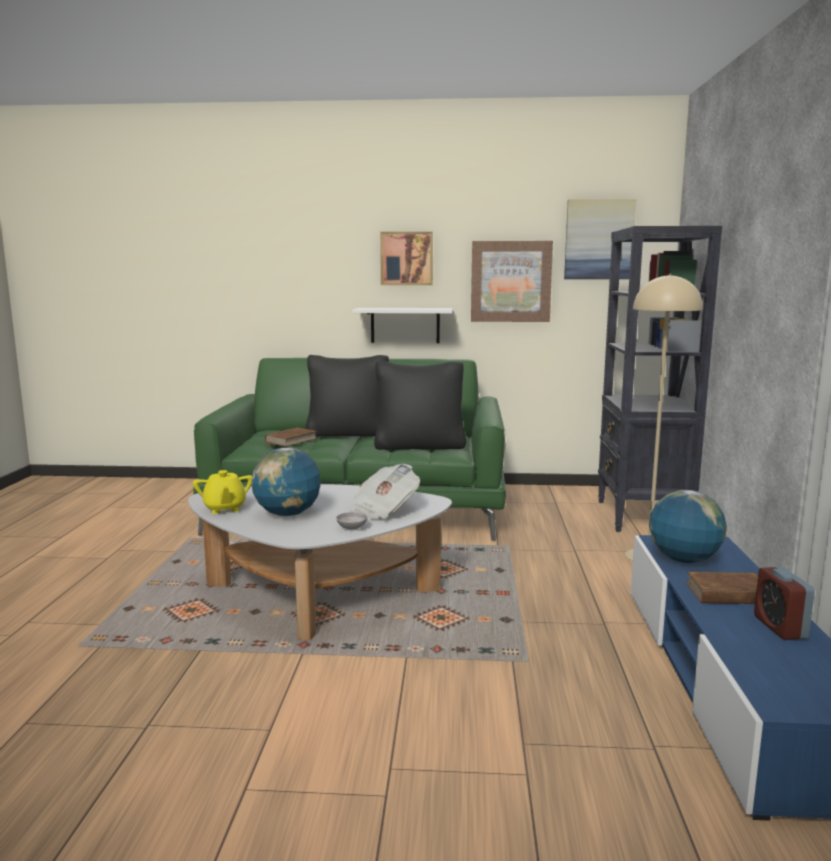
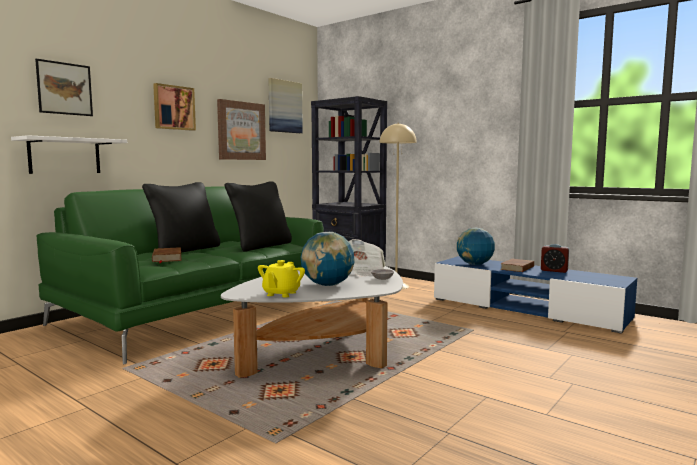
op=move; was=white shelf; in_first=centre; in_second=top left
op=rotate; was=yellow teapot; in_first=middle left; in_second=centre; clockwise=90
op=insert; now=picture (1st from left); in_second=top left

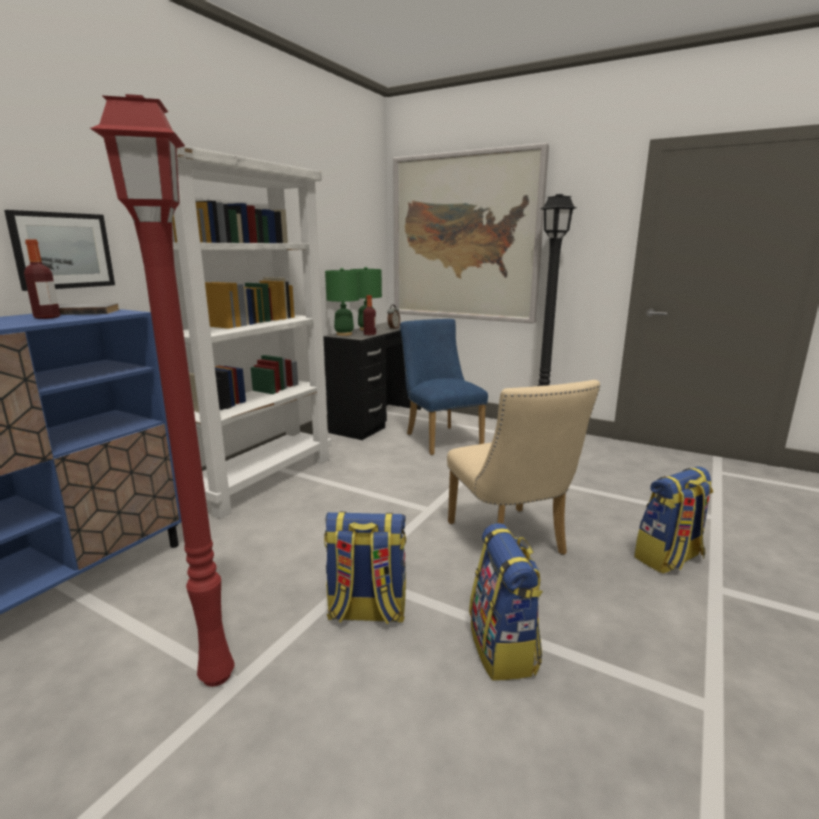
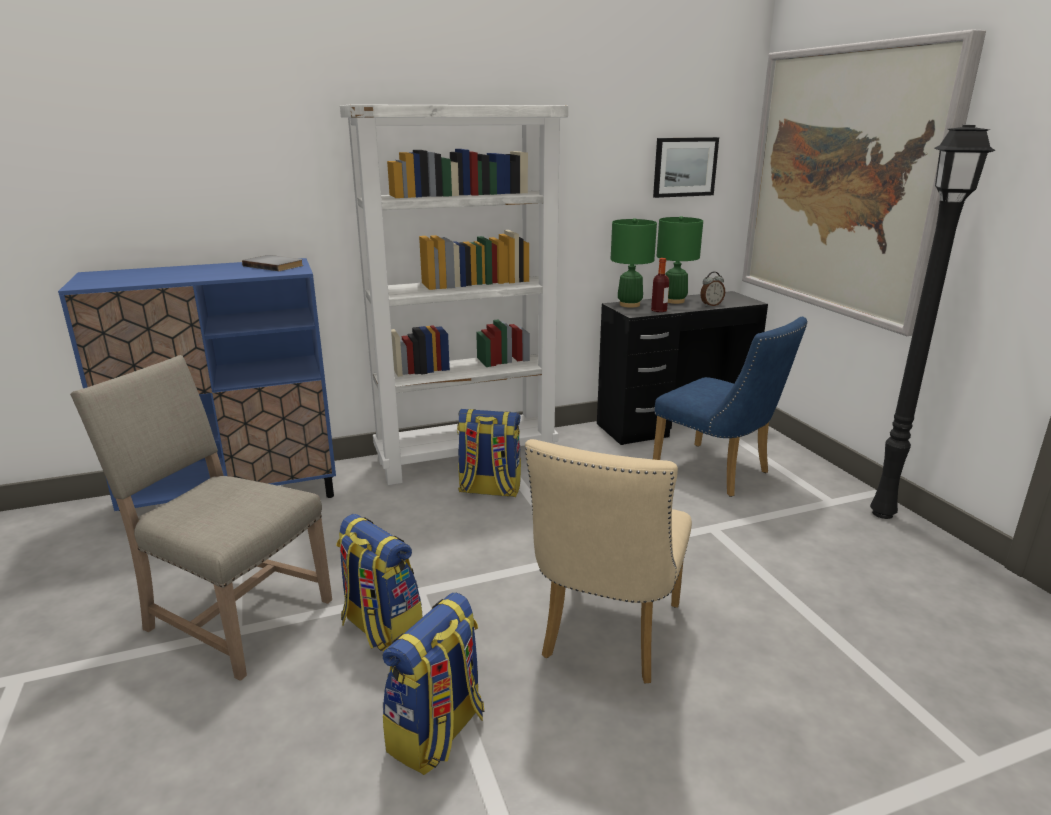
op=replace; was=red floor lamp; now=beige chair (1st from left); in_first=middle left; in_second=middle left
op=move; was=picture (1st from left); in_first=top left; in_second=top centre
op=delete; was=bottle (1st from left); in_first=middle left
op=rotate; was=blue chair; in_first=centre; in_second=middle right; clockwise=120
op=move; was=backpack (3rd from left); in_first=middle right; in_second=centre

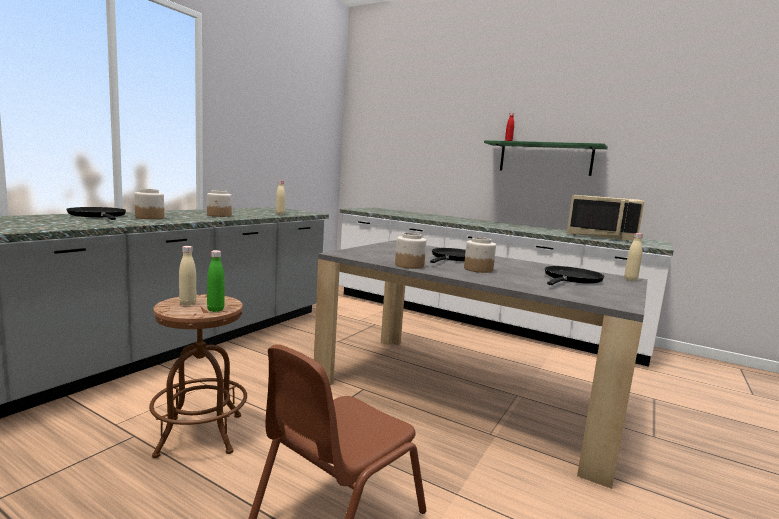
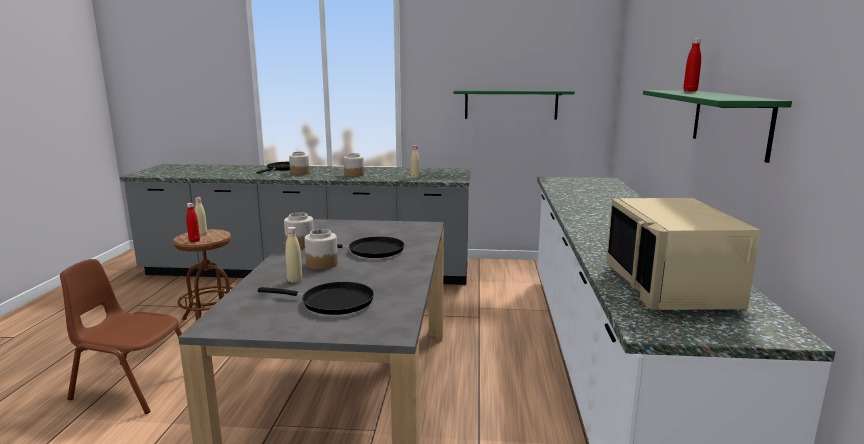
op=move; was=beige bottle (3rd from left in the first image); now=beige bottle (2nd from left); in_first=middle right; in_second=centre
op=recolor; was=green bottle; now=red bottle (1st from left); in_first=middle left; in_second=middle left
op=insert; now=green shelf (1st from left); in_second=top centre

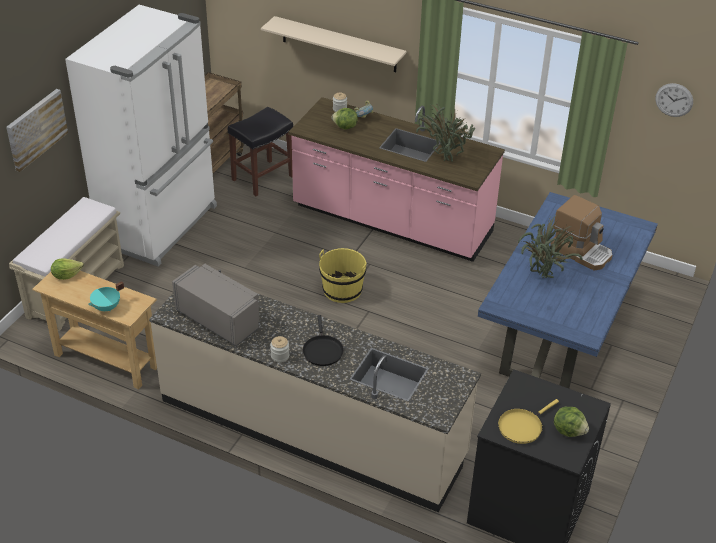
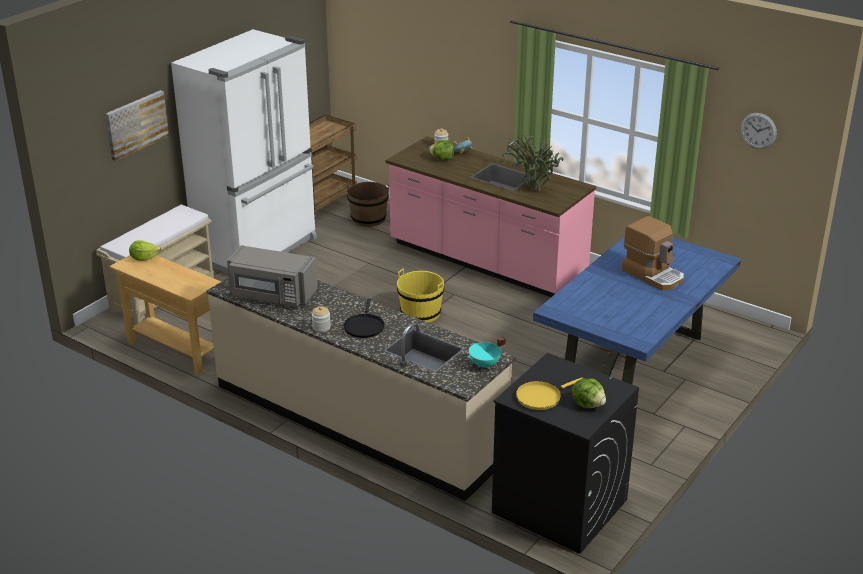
op=delete; was=beige shelf; in_first=top centre
op=replace; was=black stool; now=brown bucket; in_first=top centre; in_second=centre
op=delete; was=potted plant (2nd from left); in_first=middle right
op=rotate; was=grey microwave; in_first=middle left; in_second=middle left; clockwise=150
op=move; was=turquoise cooking pot; in_first=middle left; in_second=centre

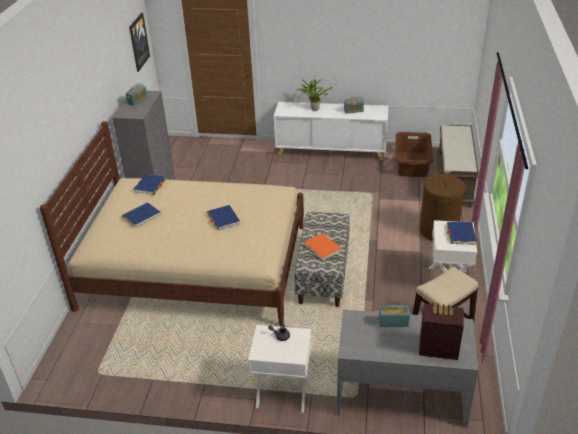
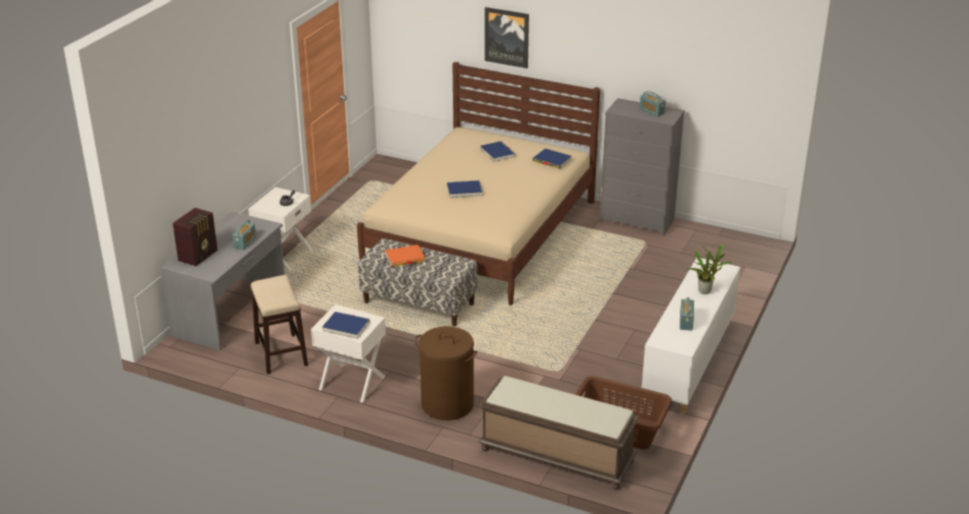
op=move; was=picture; in_first=top left; in_second=top centre

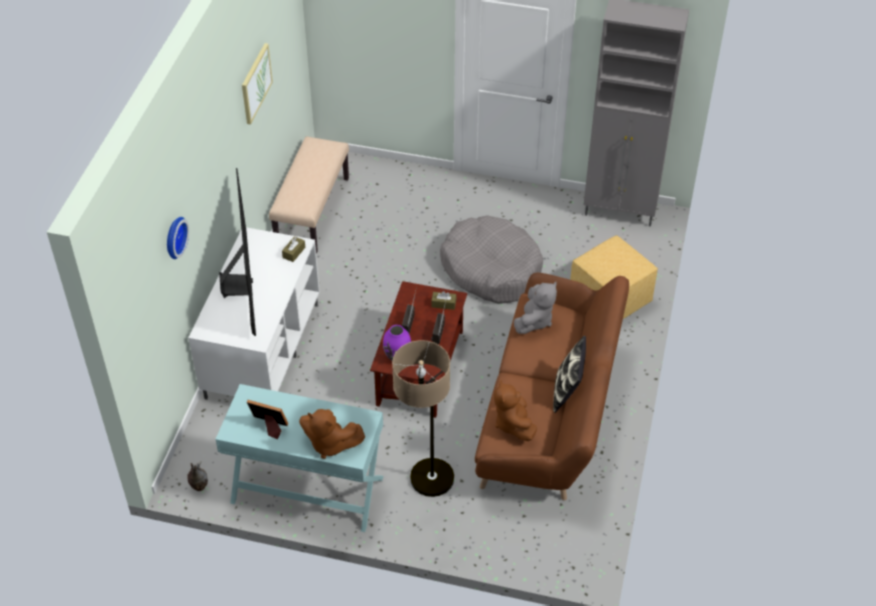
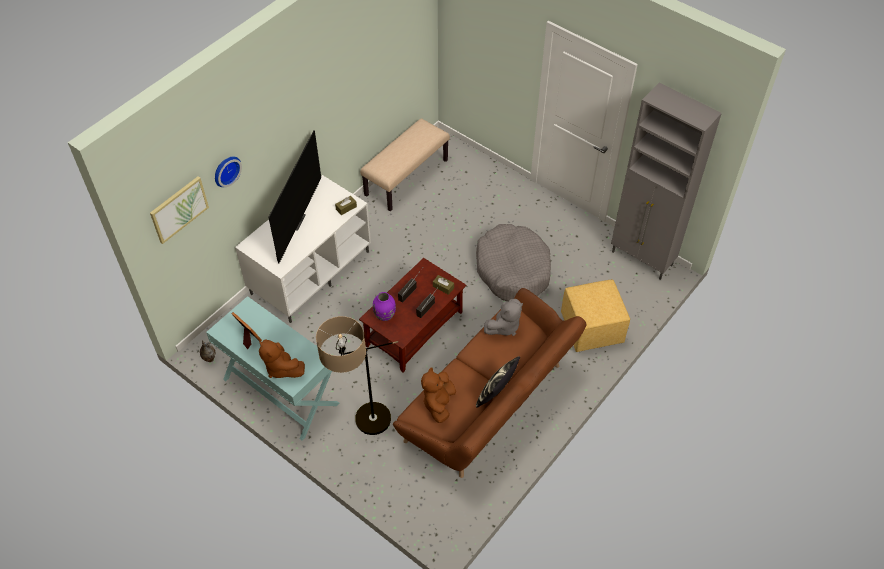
op=move; was=picture; in_first=top left; in_second=middle left

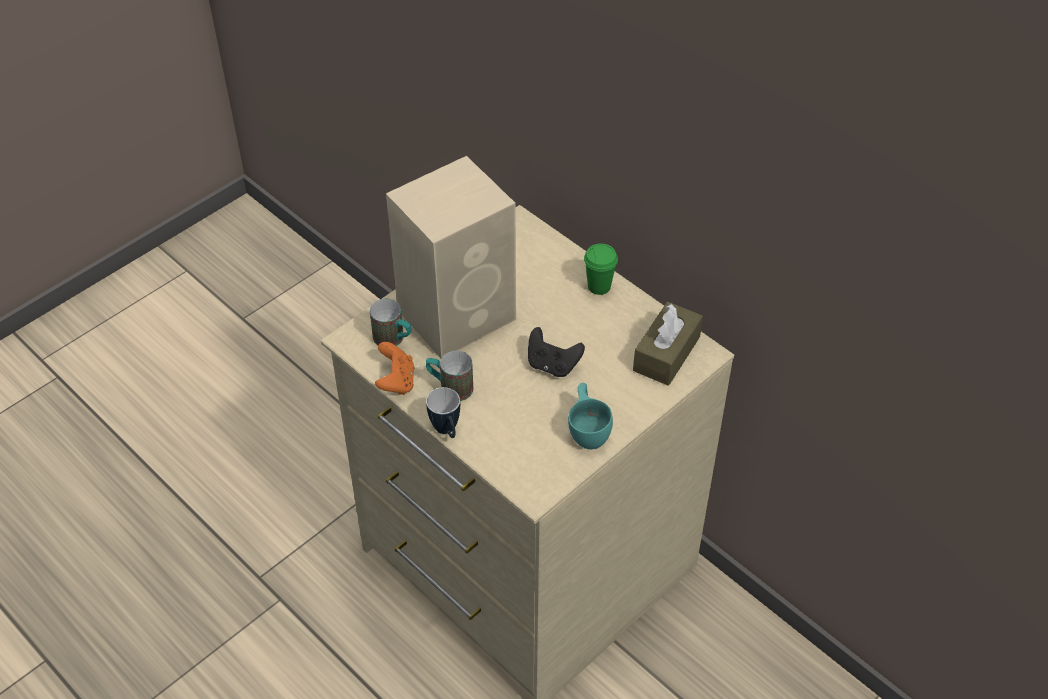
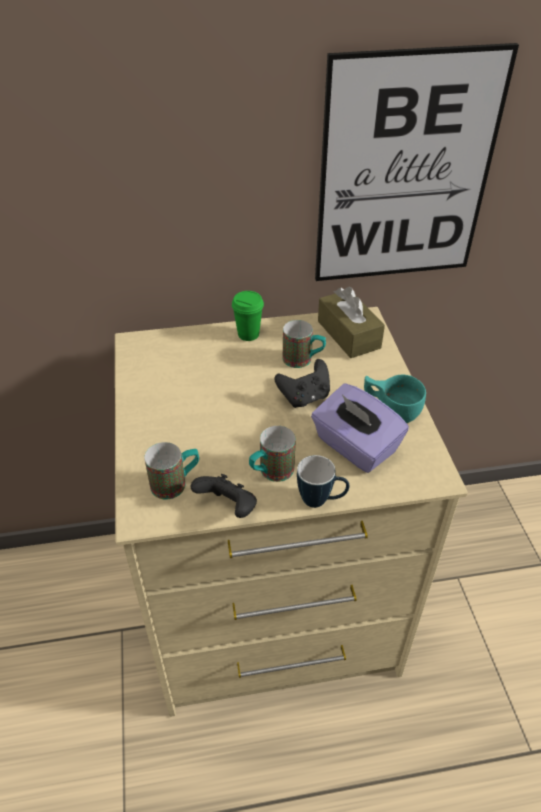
op=delete; was=beige speaker; in_first=centre
op=recolor; was=orange game controller; now=black game controller (1st from left); in_first=centre; in_second=centre
op=insert; now=picture; in_second=top right
op=insert; now=mug (3rd from left); in_second=centre
op=insert; now=purple tissue box; in_second=centre

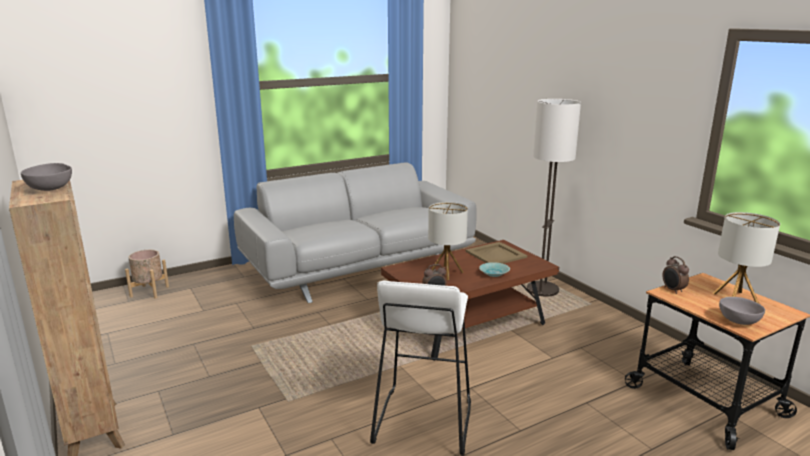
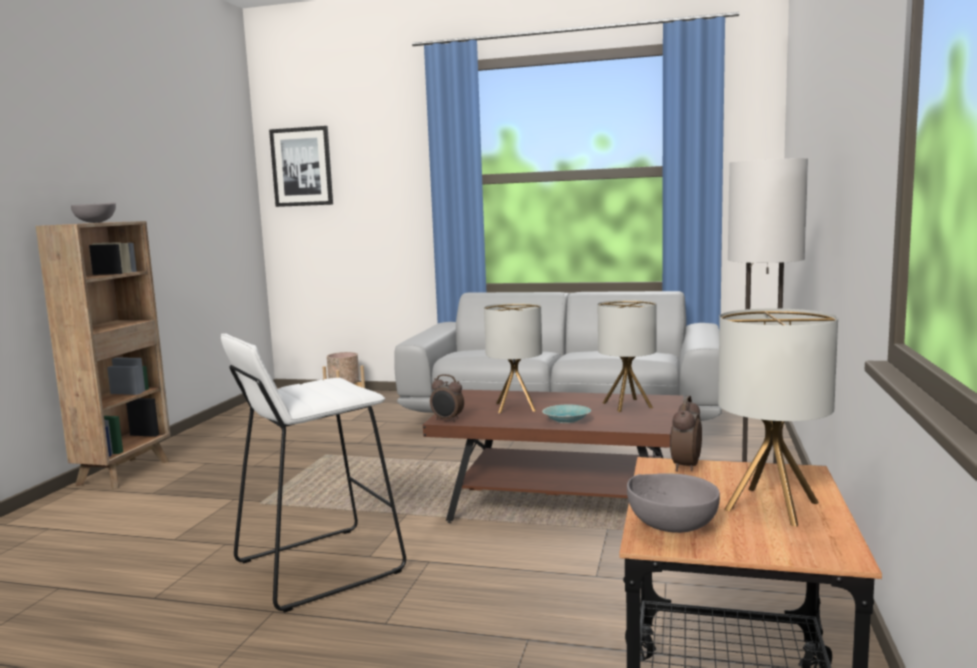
op=replace; was=beige tray; now=table lamp (2nd from left); in_first=centre; in_second=centre
op=insert; now=picture; in_second=top left

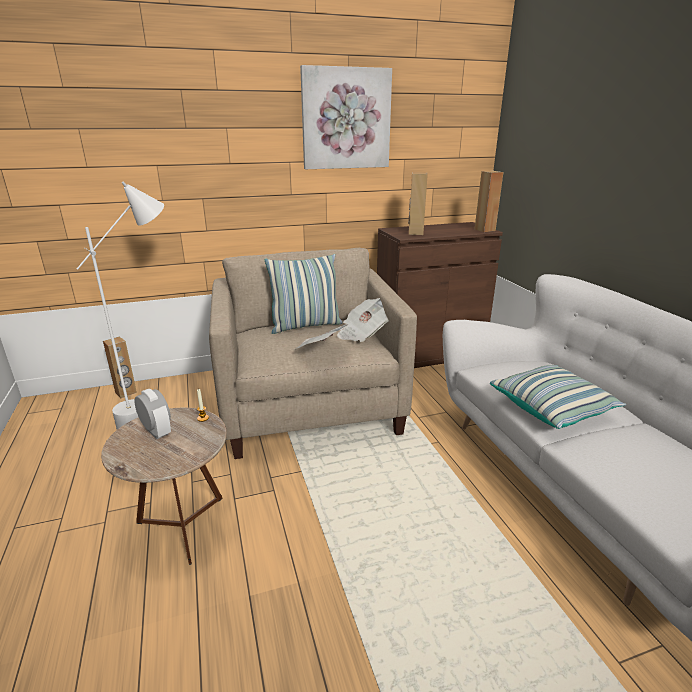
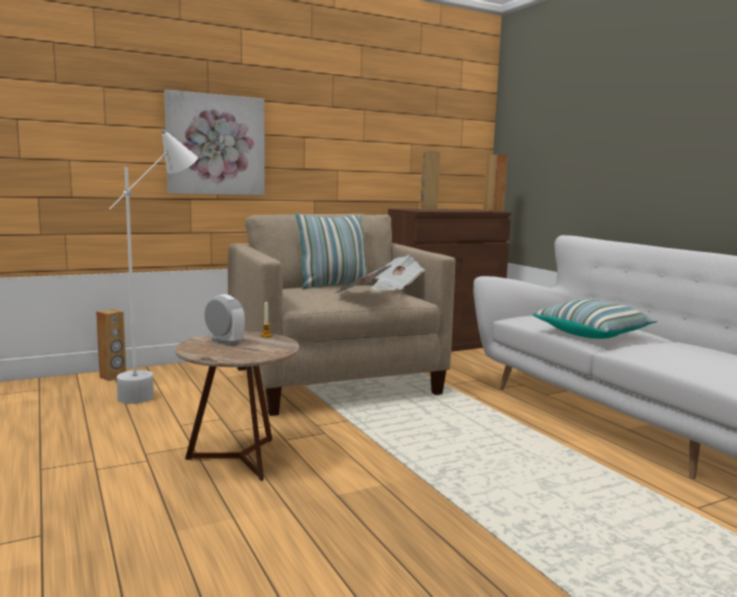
op=move; was=picture; in_first=top centre; in_second=top left

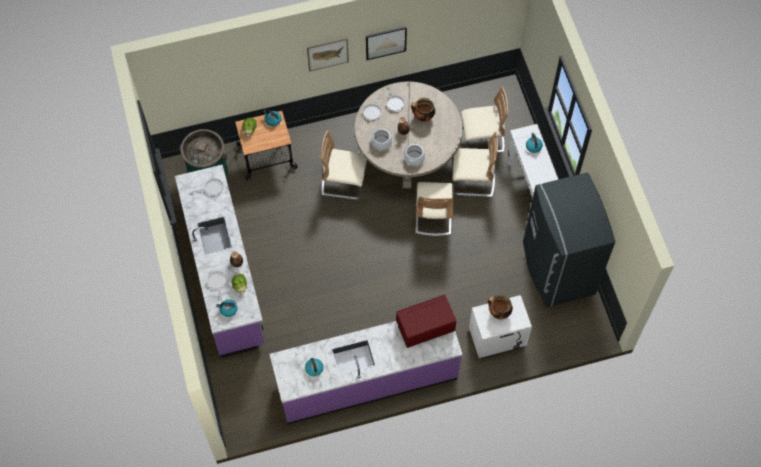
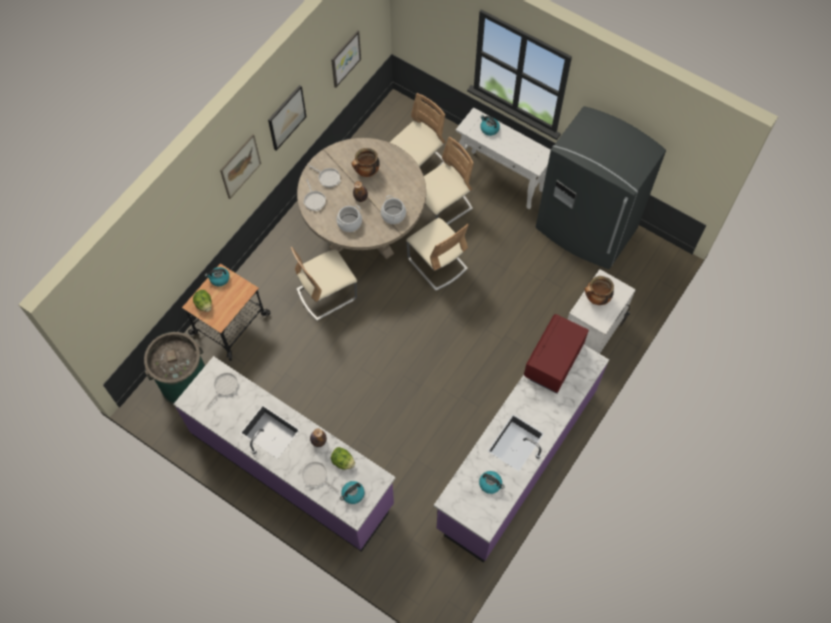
op=insert; now=picture (3rd from left); in_second=top centre

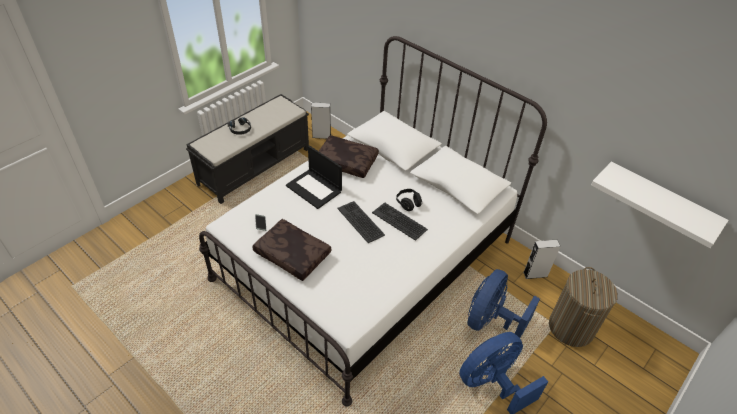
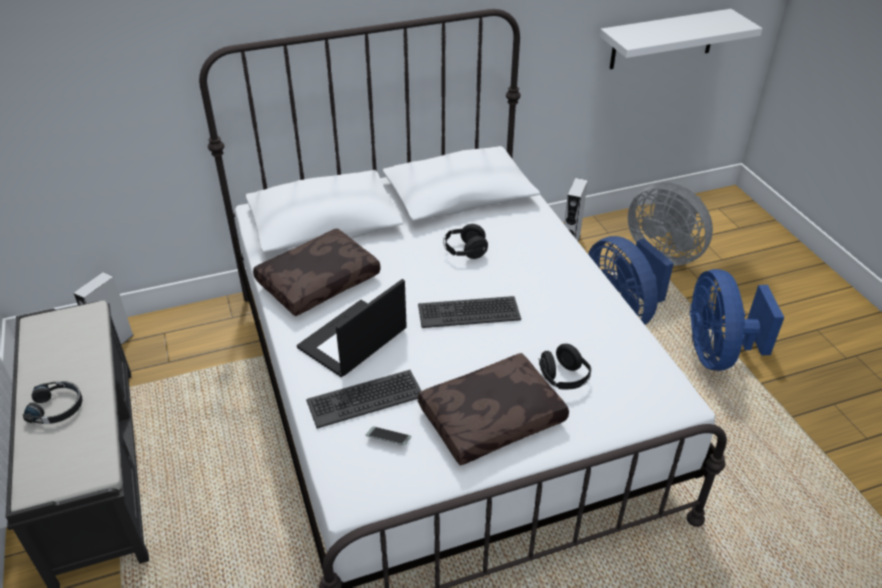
op=rotate; was=laptop; in_first=centre; in_second=centre; clockwise=150
op=move; was=keyboard (2nd from left in the first image); now=keyboard (1st from left); in_first=centre; in_second=bottom centre
op=replace; was=laundry basket; now=grey fan; in_first=bottom right; in_second=middle right
op=insert; now=black headphones (3rd from left); in_second=centre

